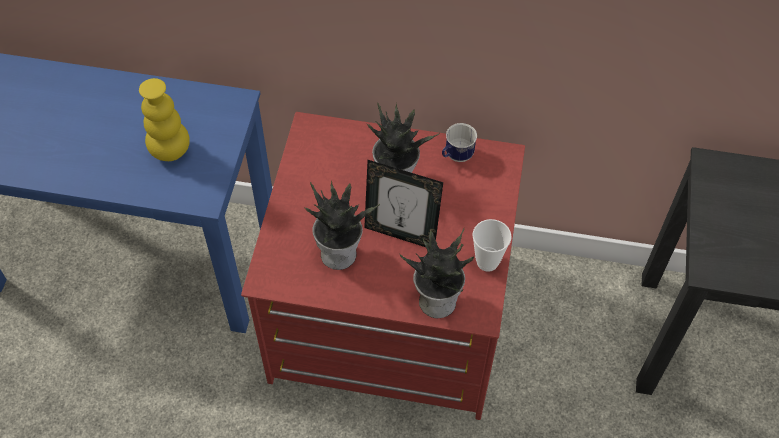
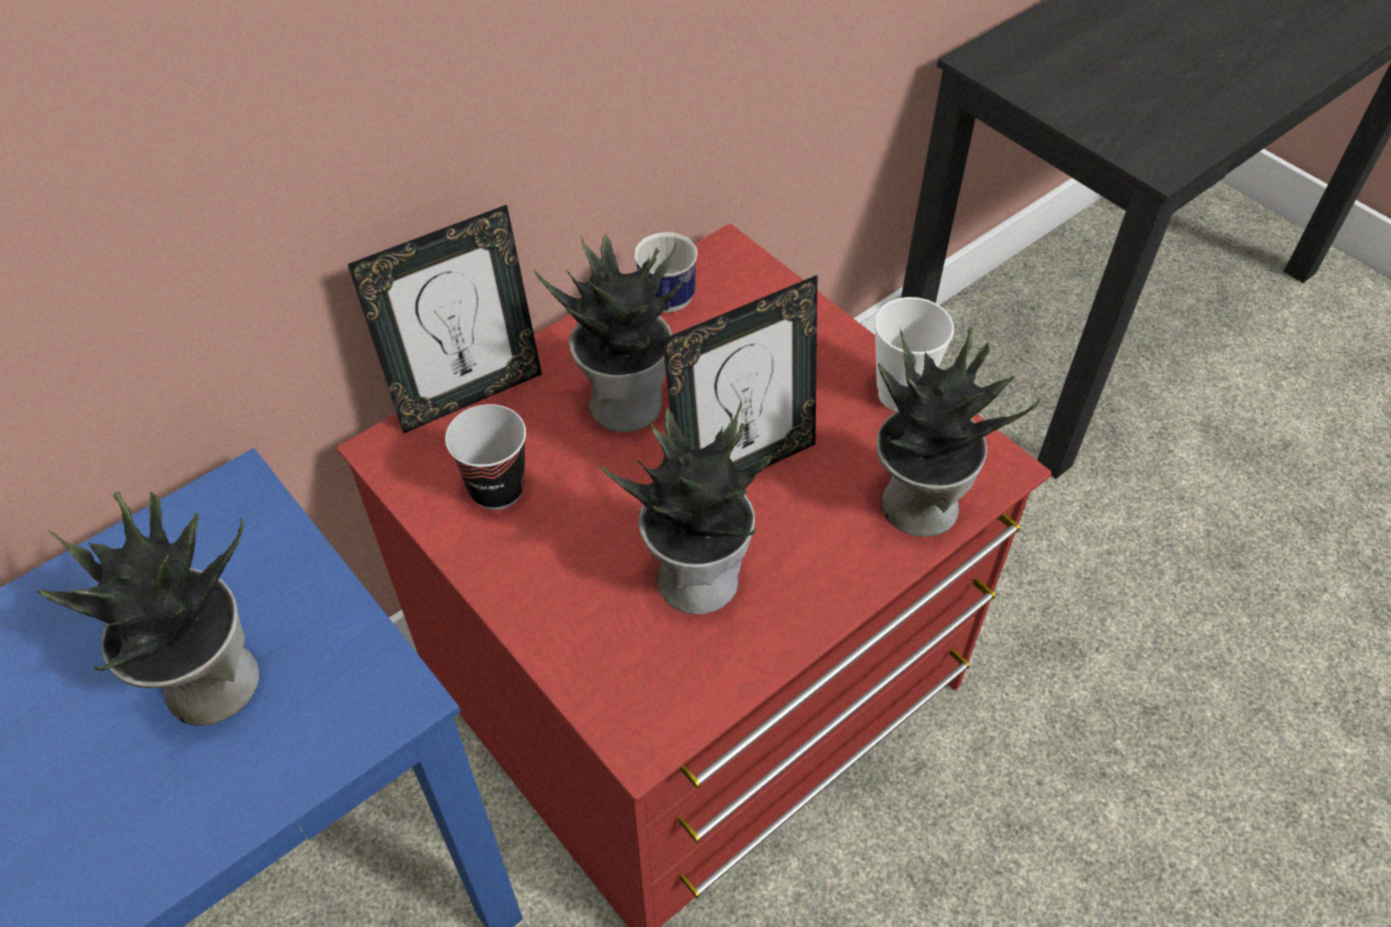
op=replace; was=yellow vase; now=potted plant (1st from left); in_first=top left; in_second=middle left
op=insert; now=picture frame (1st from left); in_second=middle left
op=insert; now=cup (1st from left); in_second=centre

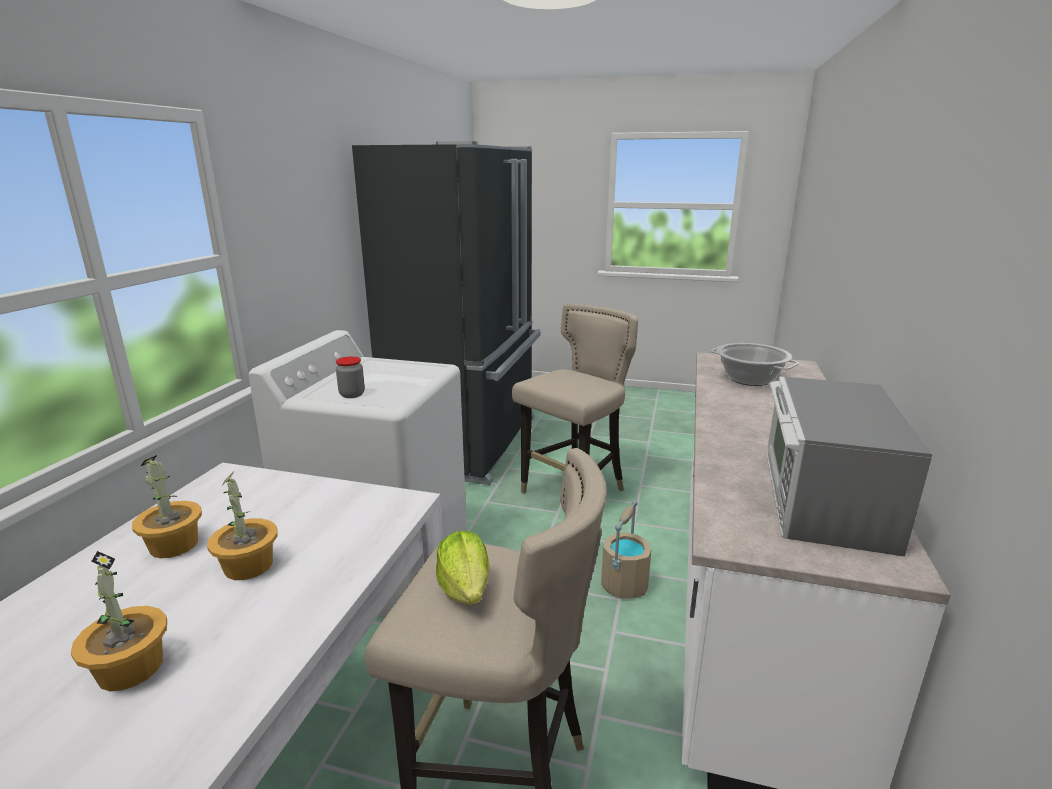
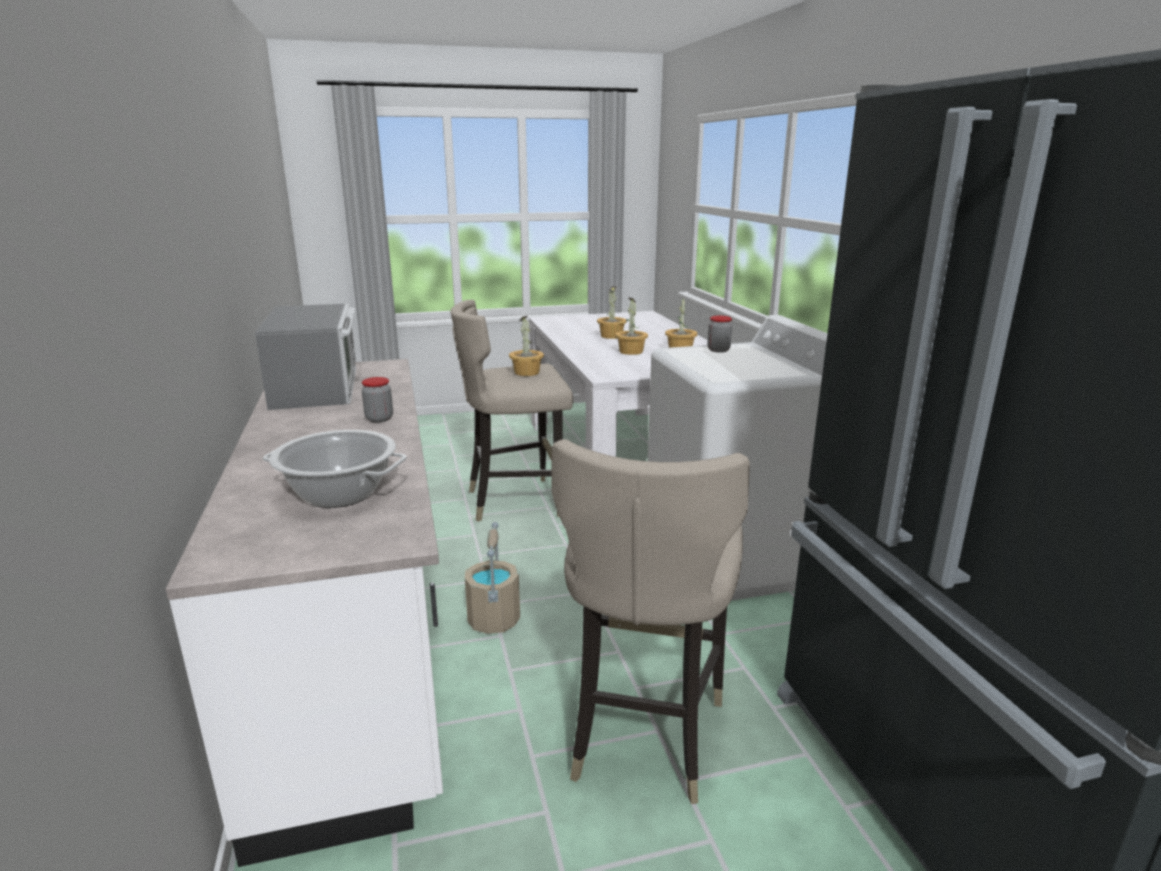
op=replace; was=lettuce; now=potted plant (1st from left); in_first=bottom centre; in_second=centre
op=insert; now=jar (1st from left); in_second=middle left

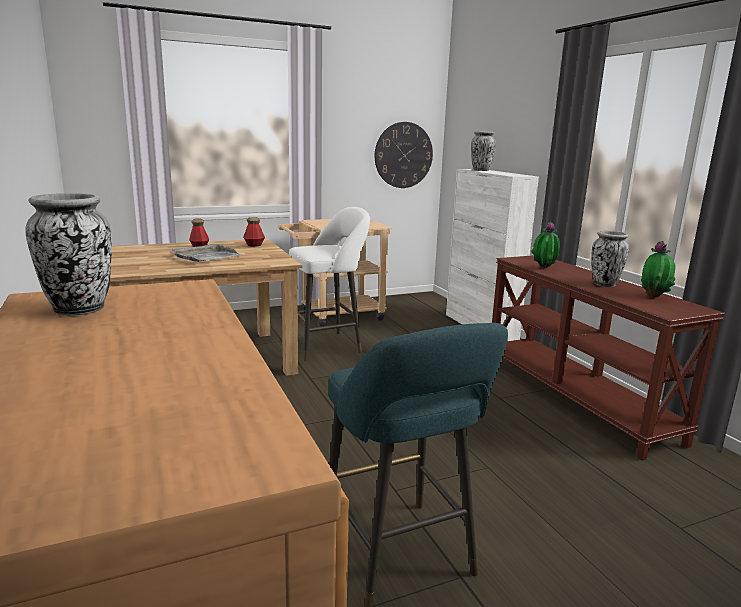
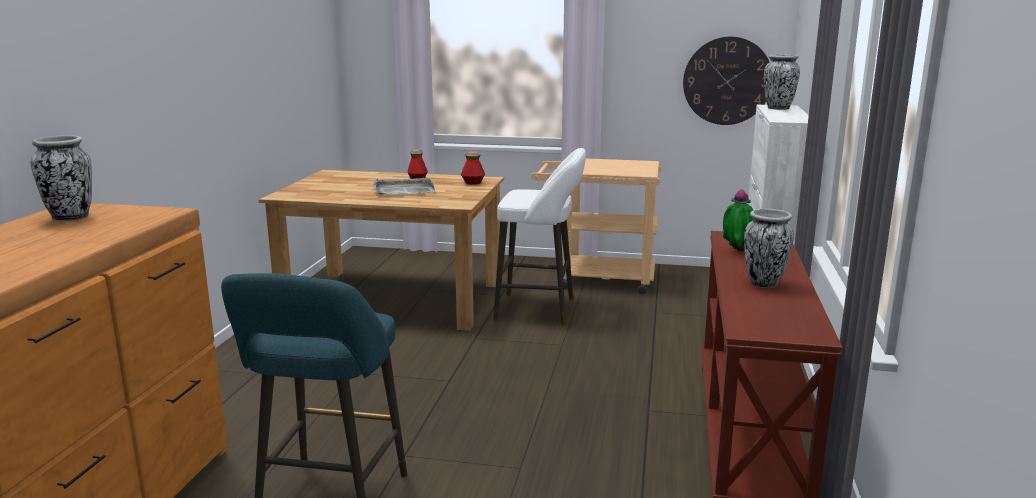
op=delete; was=potted plant (2nd from left); in_first=middle right

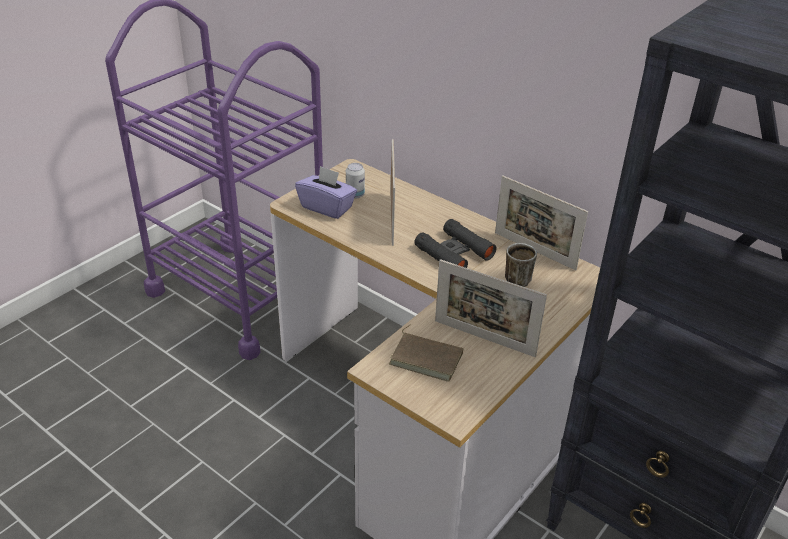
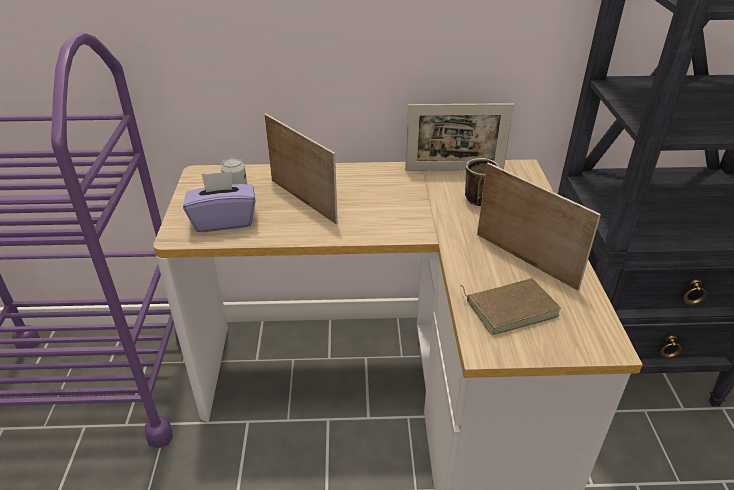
op=delete; was=black binoculars; in_first=centre
op=rotate; was=picture frame (2nd from left in the first image); in_first=centre; in_second=middle right; clockwise=-120

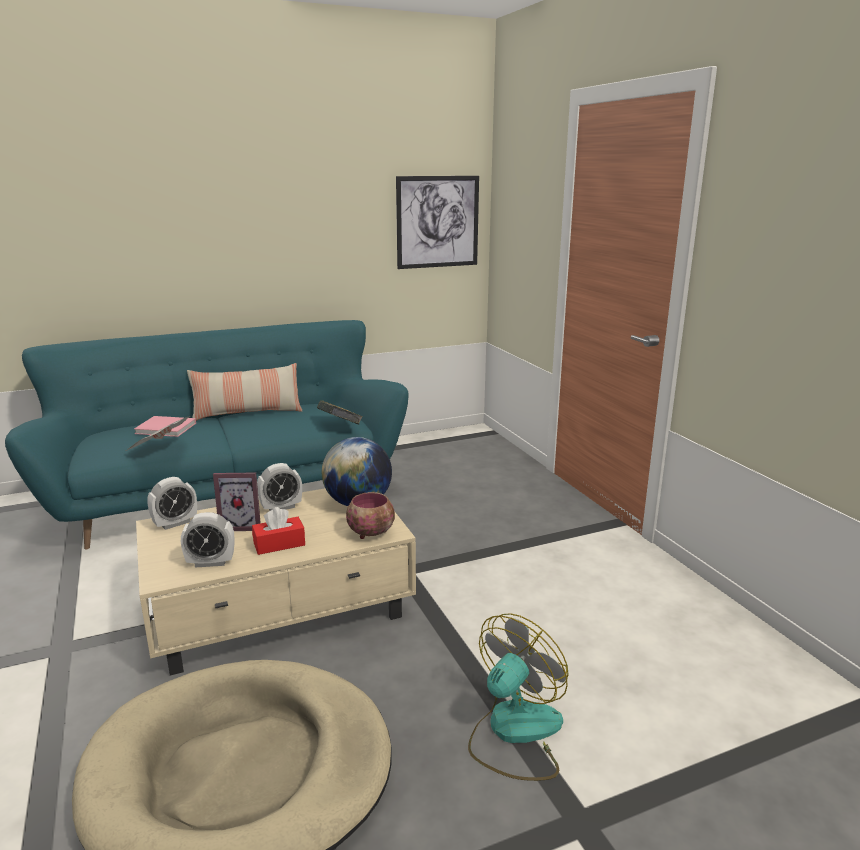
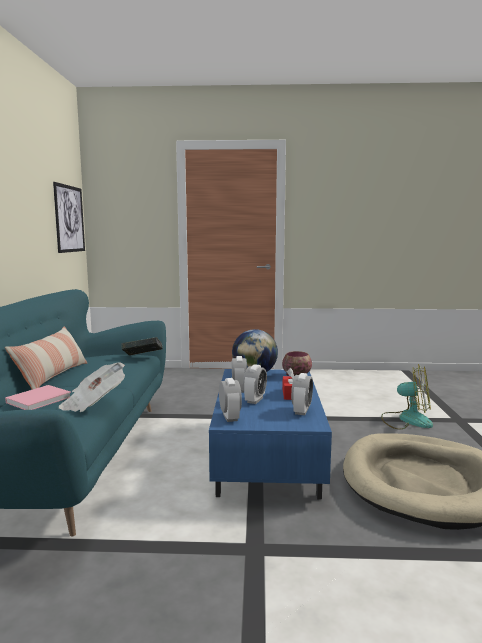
op=replace; was=picture frame; now=alarm clock (3rd from left); in_first=middle left; in_second=centre
op=recolor; was=beige coffee table; now=blue coffee table; in_first=bottom left; in_second=bottom centre
op=rotate; was=fan; in_first=bottom centre; in_second=middle right; clockwise=135

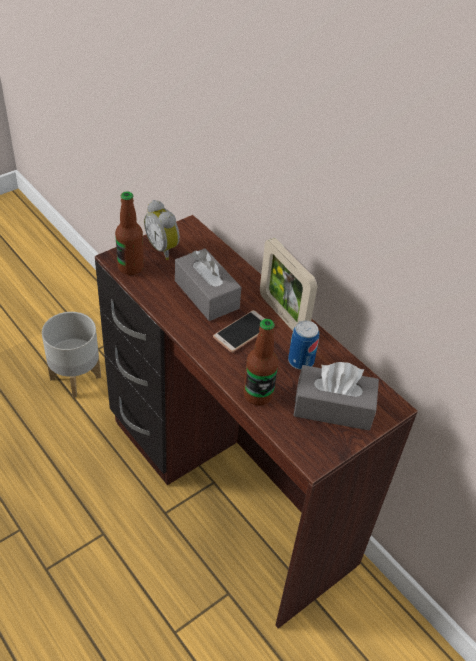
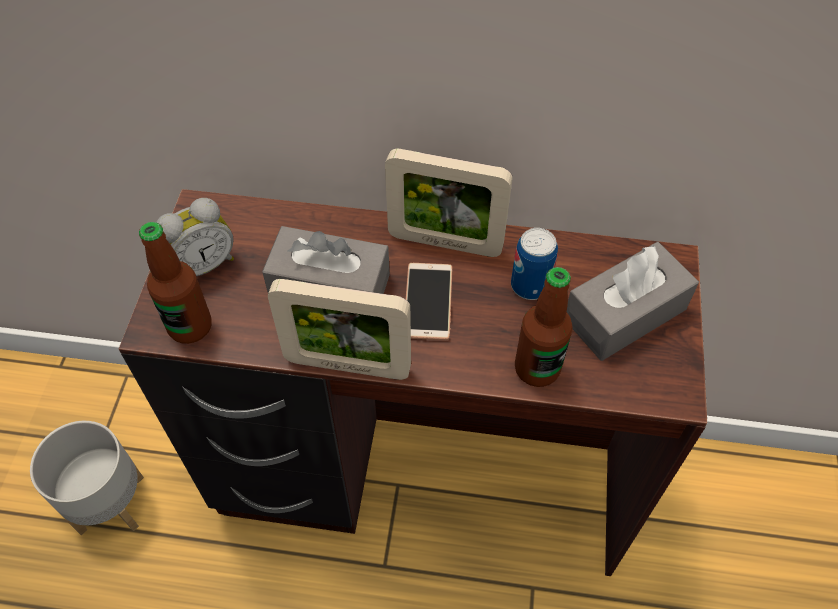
op=rotate; was=alarm clock; in_first=centre; in_second=middle left; clockwise=-45
op=insert; now=picture frame (1st from left); in_second=centre

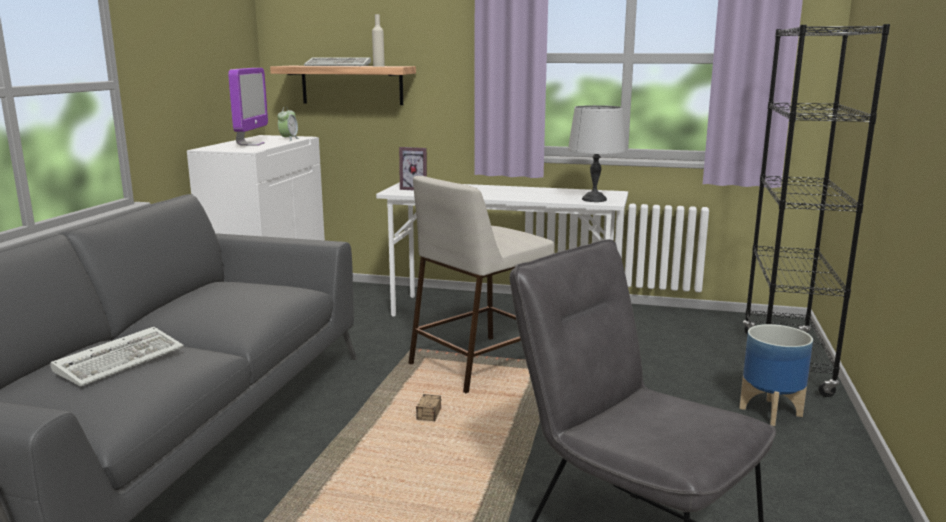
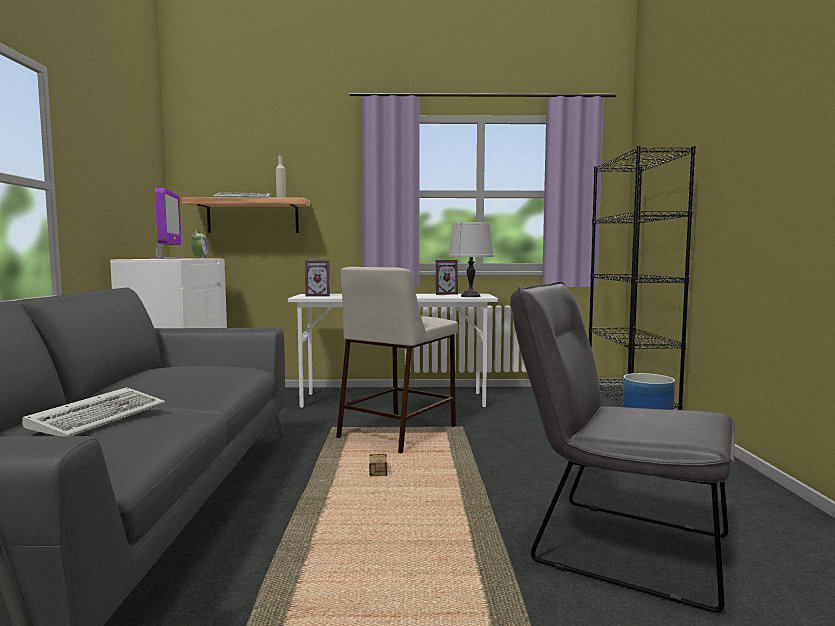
op=insert; now=picture frame (2nd from left); in_second=centre

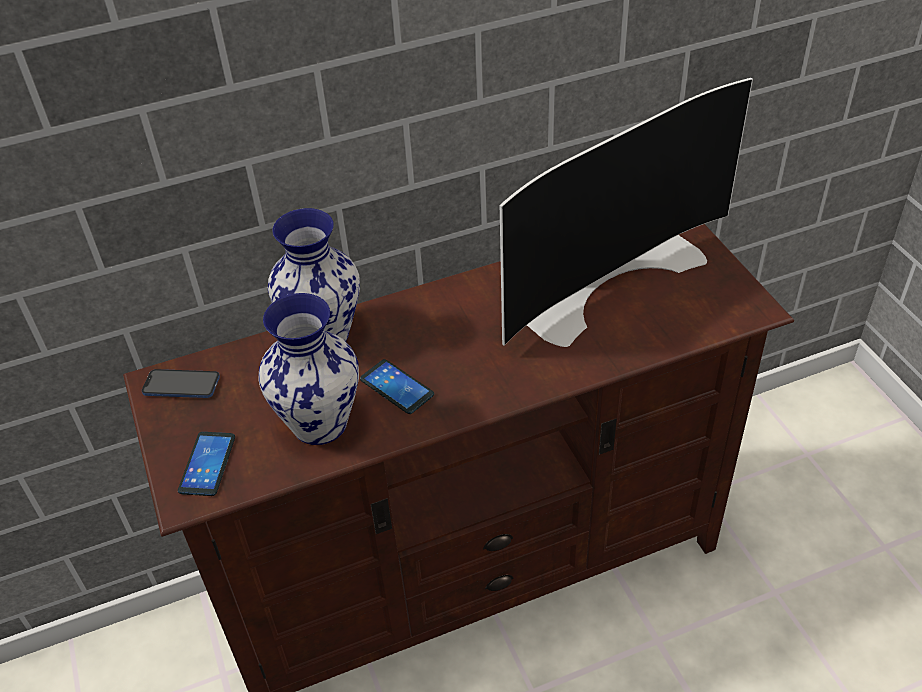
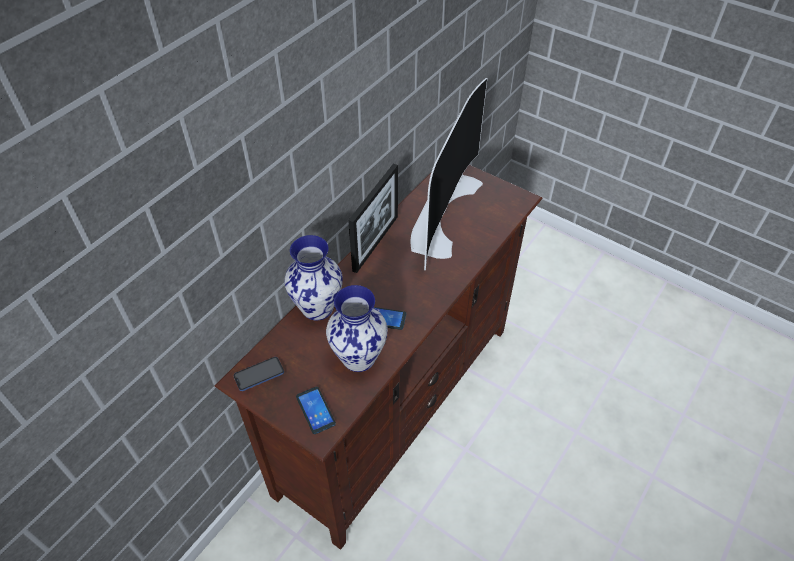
op=insert; now=picture frame; in_second=centre

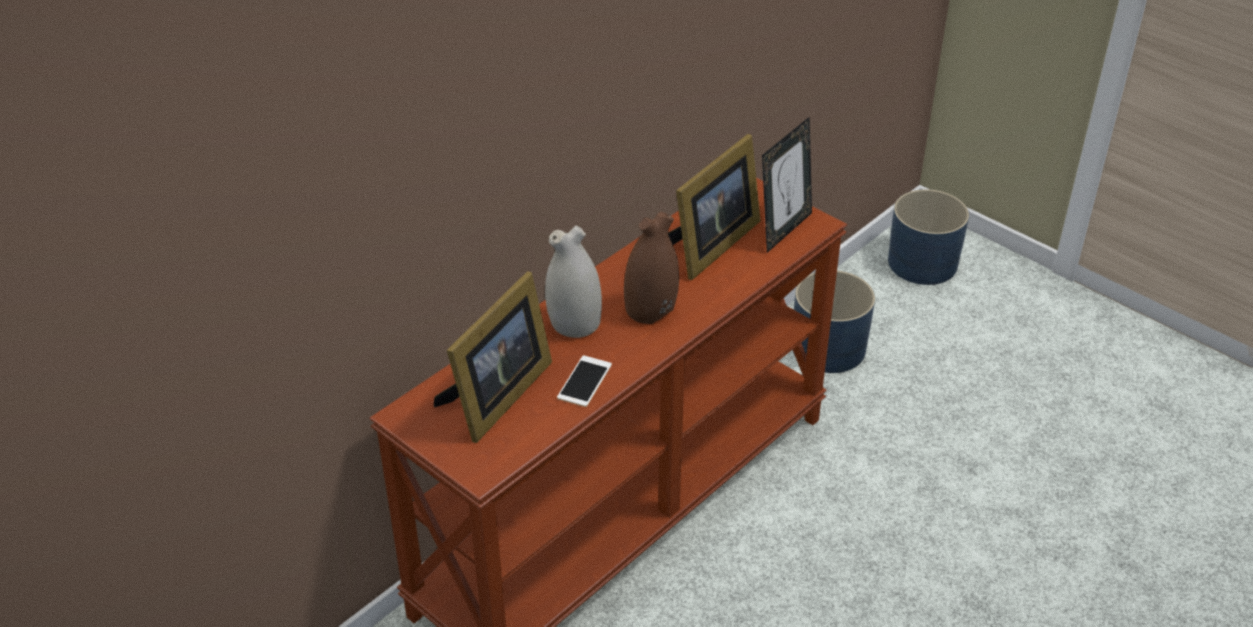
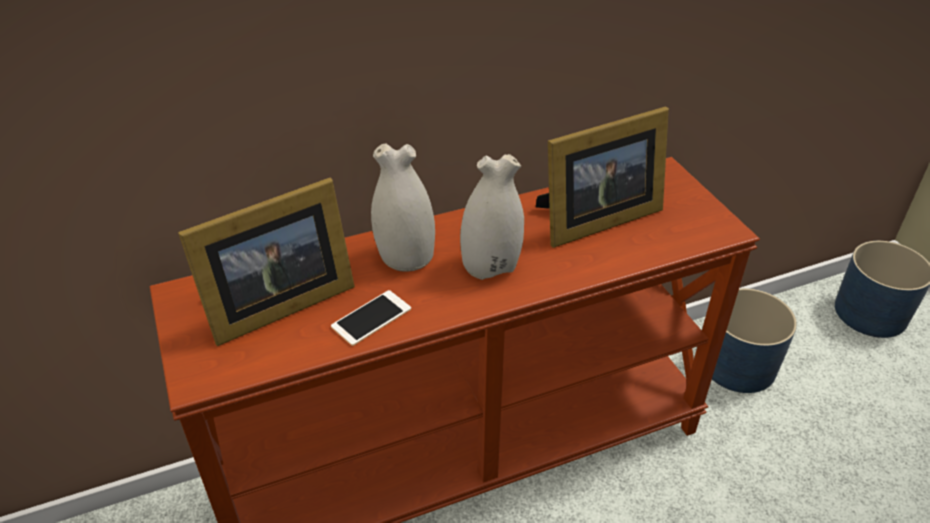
op=delete; was=picture frame (3rd from left); in_first=top centre
op=recolor; was=brown vase; now=white vase (2nd from left); in_first=centre; in_second=centre

